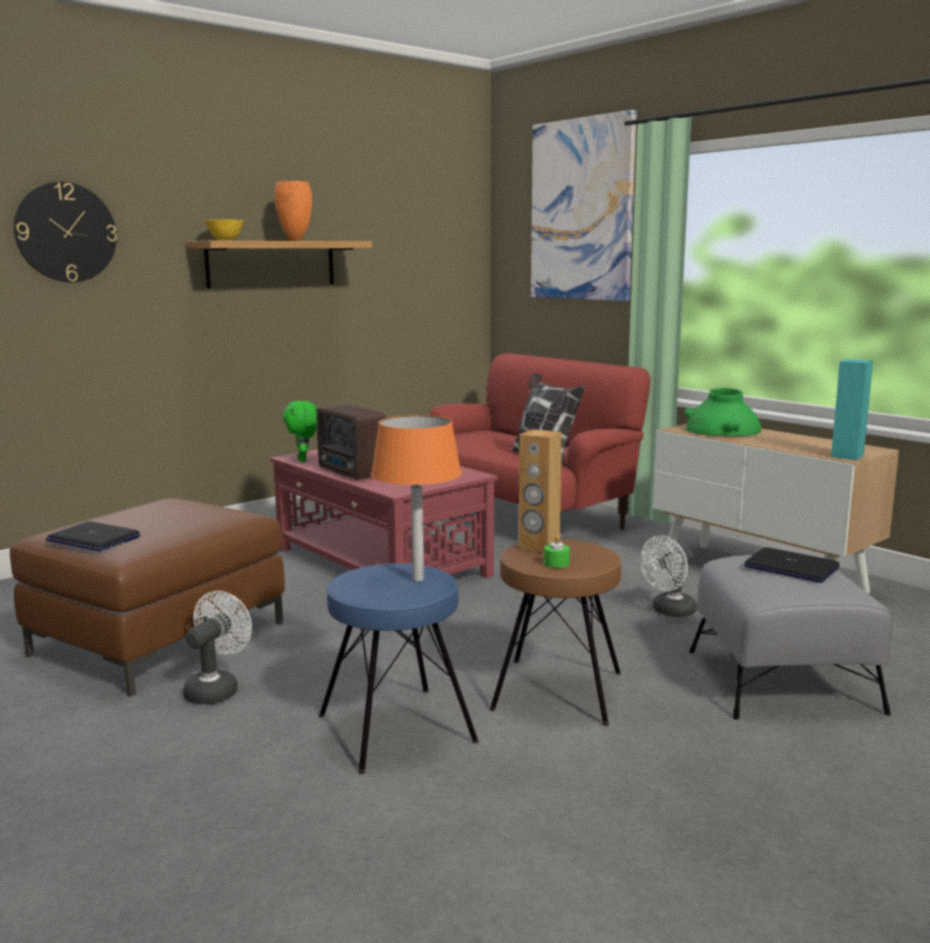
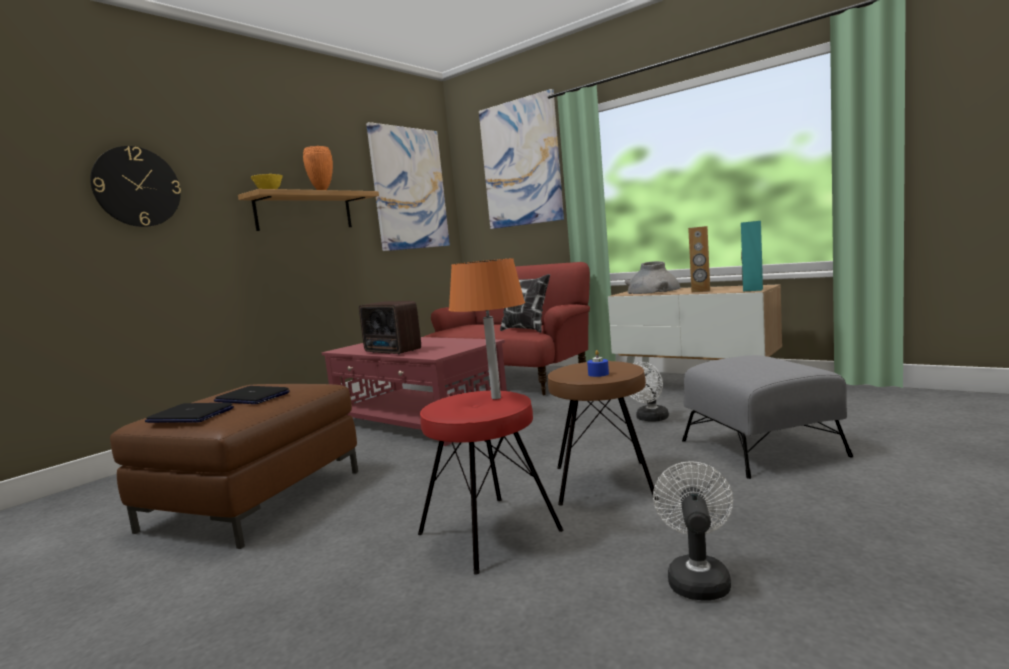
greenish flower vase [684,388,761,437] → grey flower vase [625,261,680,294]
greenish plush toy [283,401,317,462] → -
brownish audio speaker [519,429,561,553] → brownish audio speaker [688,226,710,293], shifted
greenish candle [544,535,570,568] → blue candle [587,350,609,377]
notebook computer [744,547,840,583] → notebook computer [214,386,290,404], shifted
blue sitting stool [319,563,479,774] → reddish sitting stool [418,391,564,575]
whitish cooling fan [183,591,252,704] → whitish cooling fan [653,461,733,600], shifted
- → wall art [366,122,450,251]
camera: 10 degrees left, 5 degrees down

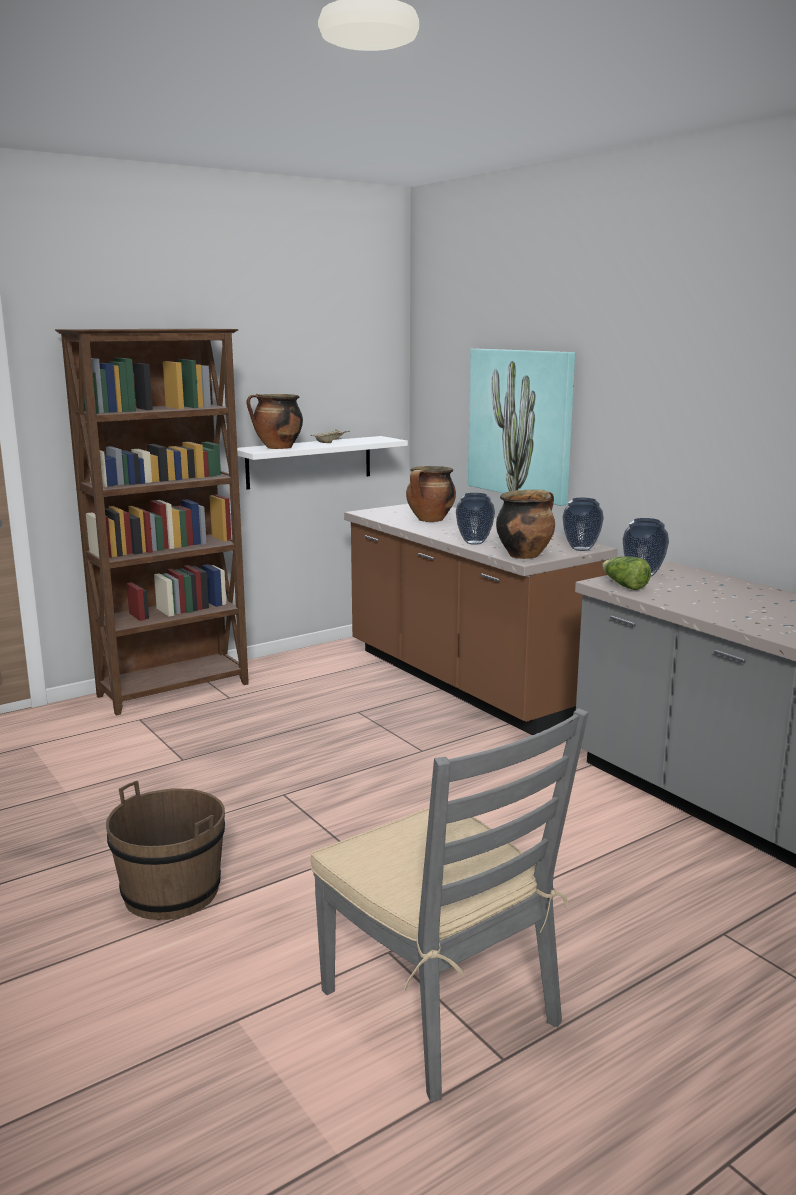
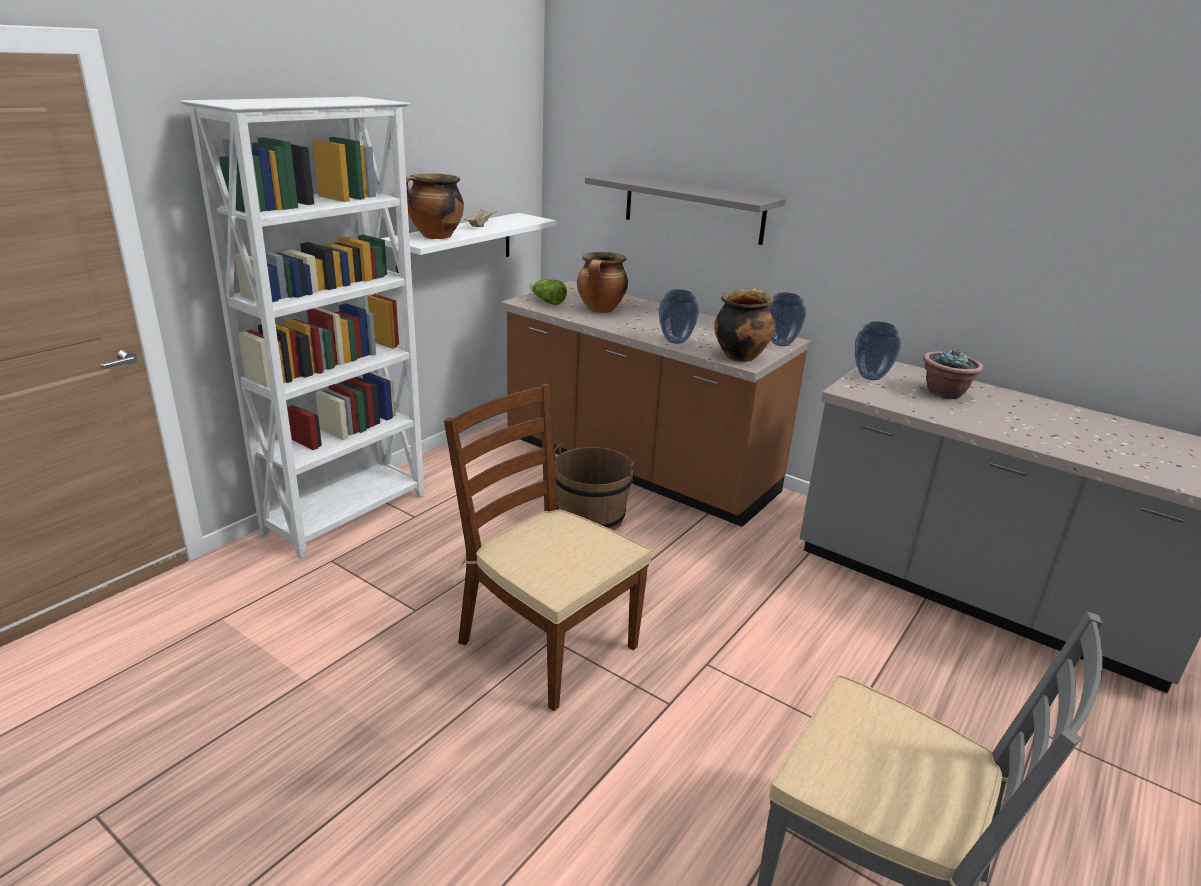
brownish bookshelf [55,329,249,715] → whitish bookshelf [180,97,424,559]
wall art [468,349,575,506] → grey bracket shelf [585,173,786,245]
head of lettuce [602,556,651,590] → head of lettuce [530,279,567,305], shifted
brownish water bucket [106,781,225,920] → brownish water bucket [554,444,636,530], shifted
- → plant in a pot [923,349,984,399]
- → brownish upright chair [444,384,652,711]
camera: 20 degrees left, 10 degrees up

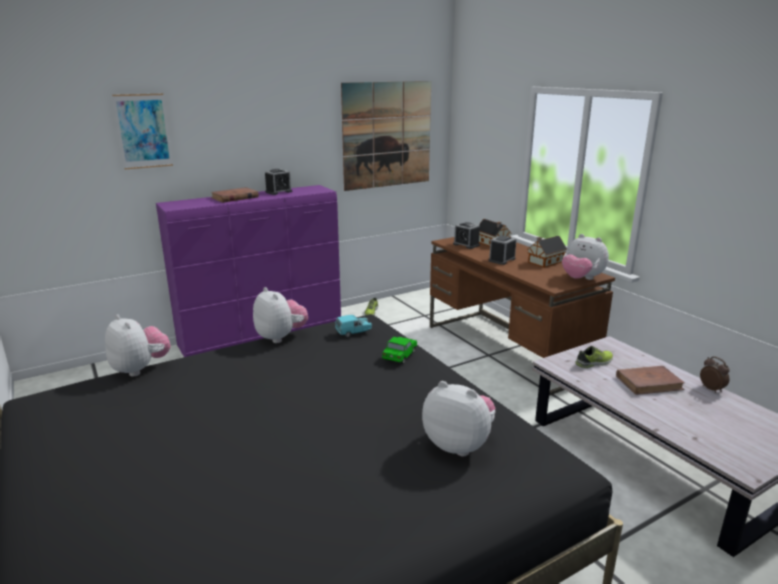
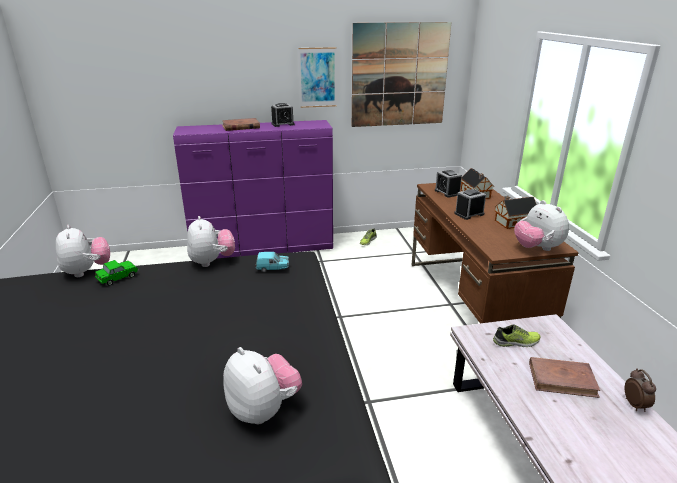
wall art [112,94,173,169] → wall art [298,47,337,108], shifted
model car [382,337,417,364] → model car [95,260,139,286], shifted
camera: 20 degrees right, 5 degrees up

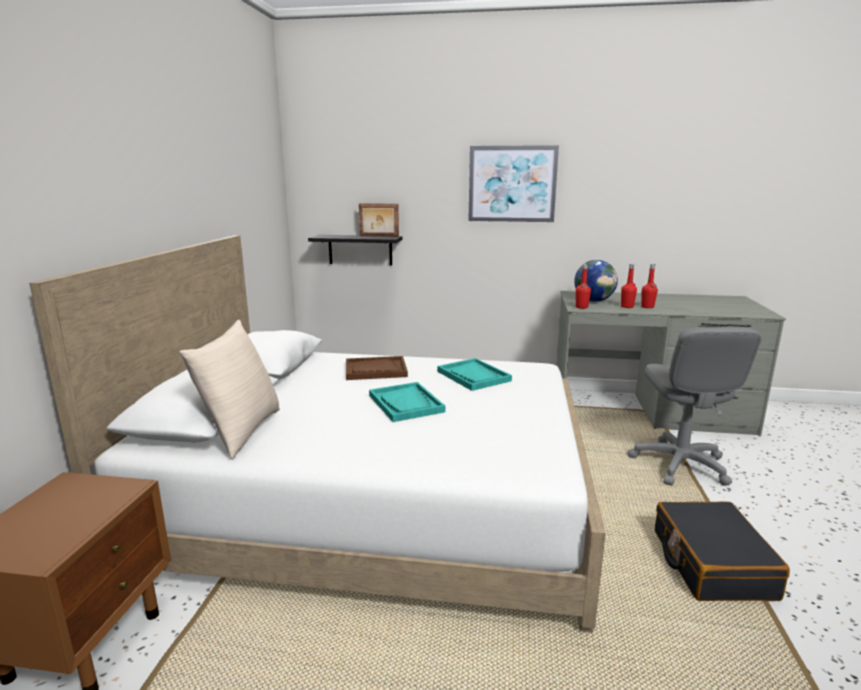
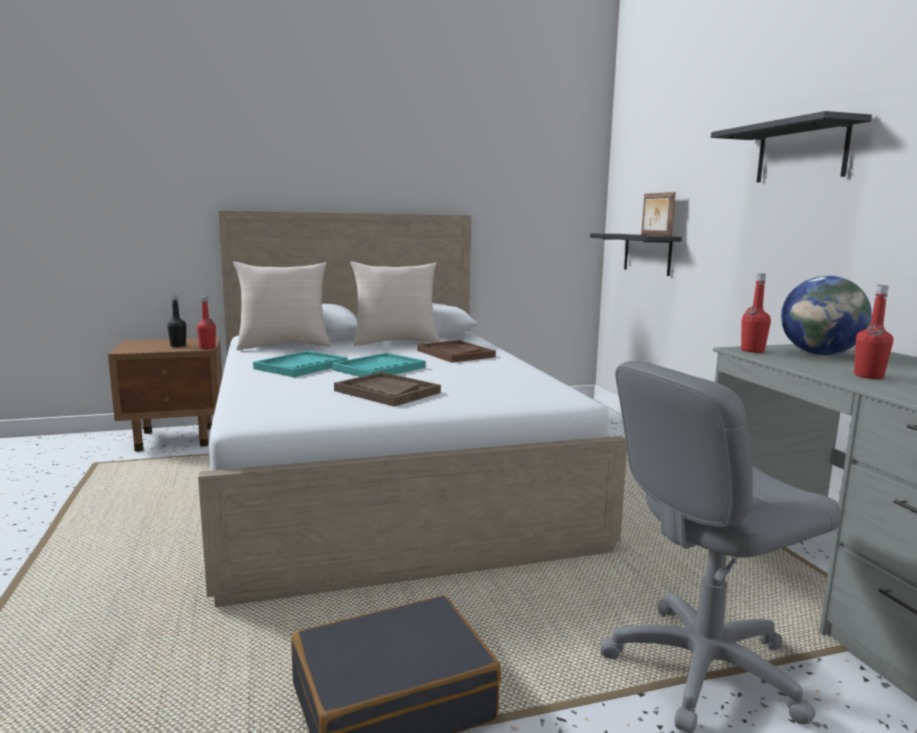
wall art [468,145,559,222] → black-coloured bracket shelf [711,111,872,182]
reddish beverage bottle [621,264,637,308] → reddish beverage bottle [197,296,216,349], shifted
turquoise carrying tray [437,358,512,391] → turquoise carrying tray [253,351,347,377], shifted
- → sand-coloured throw pillow [350,261,441,346]
- → black-coloured beverage bottle [167,295,186,347]
- → brownish carrying tray [334,372,441,407]
camera: 65 degrees right, 5 degrees down

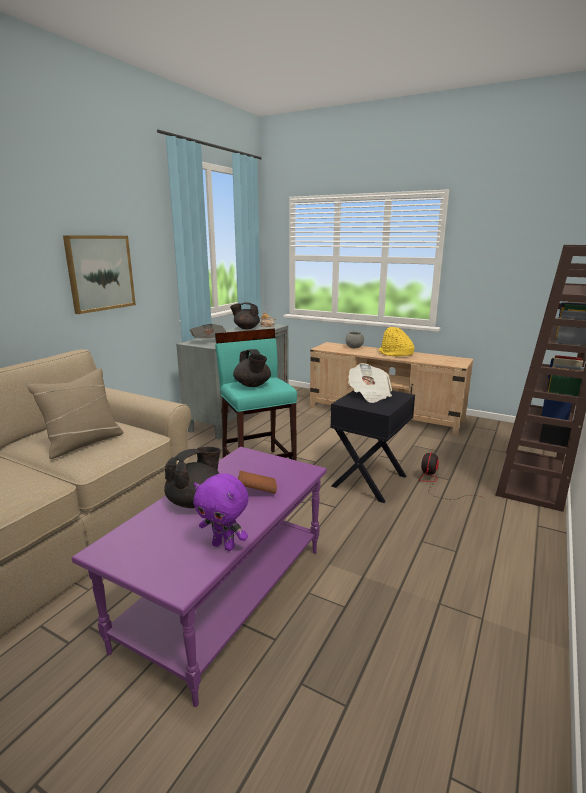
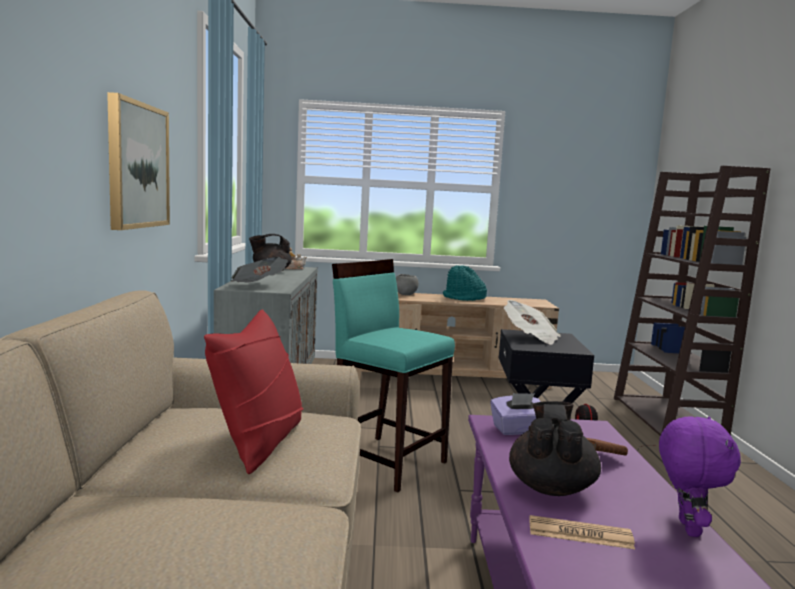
yellow wearable hat [379,327,414,357] → turquoise wearable hat [443,265,487,301]
black-coloured pot for tea [233,349,271,387] → -
sand-coloured throw pillow [27,368,124,459] → reddish throw pillow [204,309,304,474]
purple plush toy [194,474,248,551] → purple plush toy [659,417,741,537], 75 degrees counterclockwise
- → purple tissue box [490,393,541,435]
- → printed paper [529,515,635,549]
camera: 30 degrees left, 10 degrees down

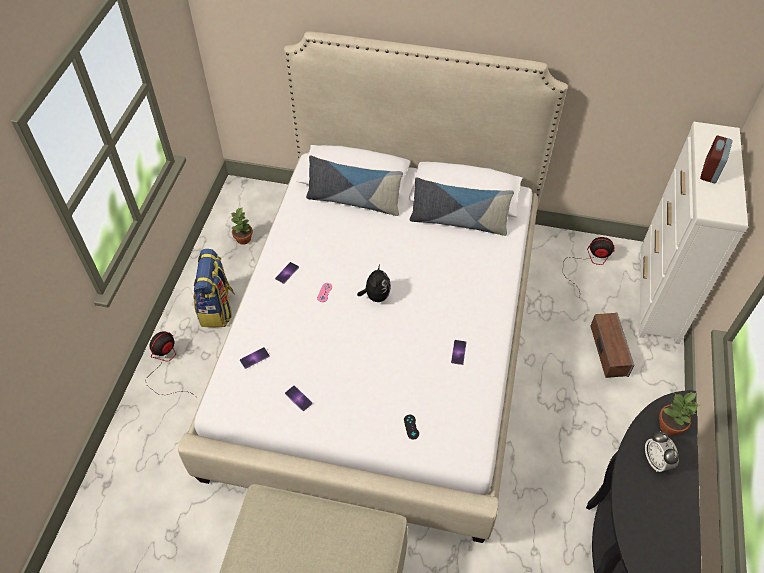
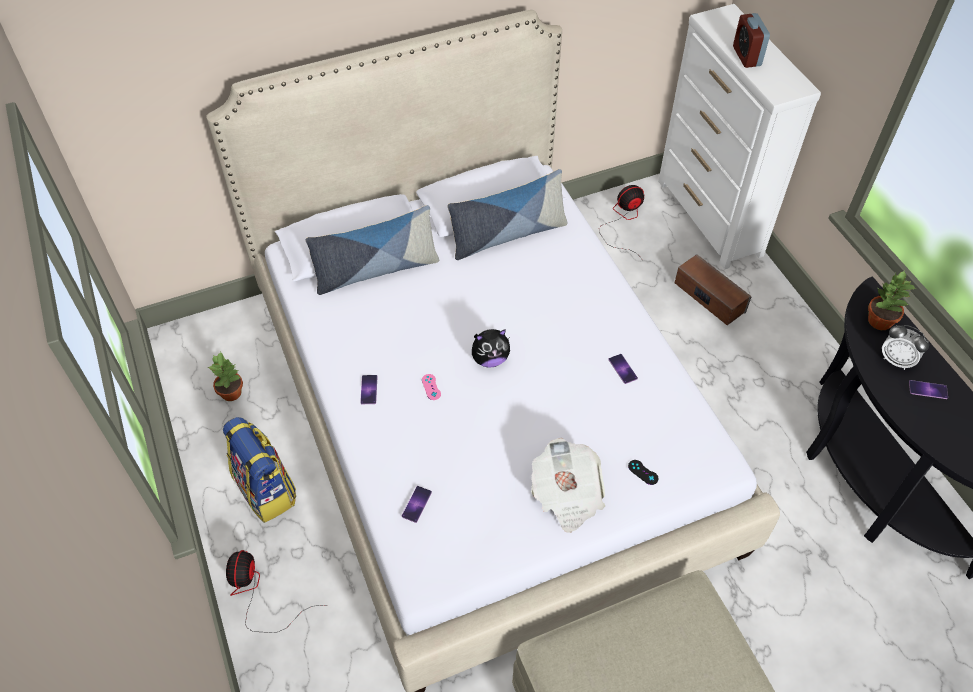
plush toy [357,265,391,302] → plush toy [472,329,510,368], 105 degrees clockwise
telephone [285,386,313,411] → telephone [909,380,948,399], shifted
- → printed paper [531,438,605,533]
camera: 35 degrees left, 0 degrees up

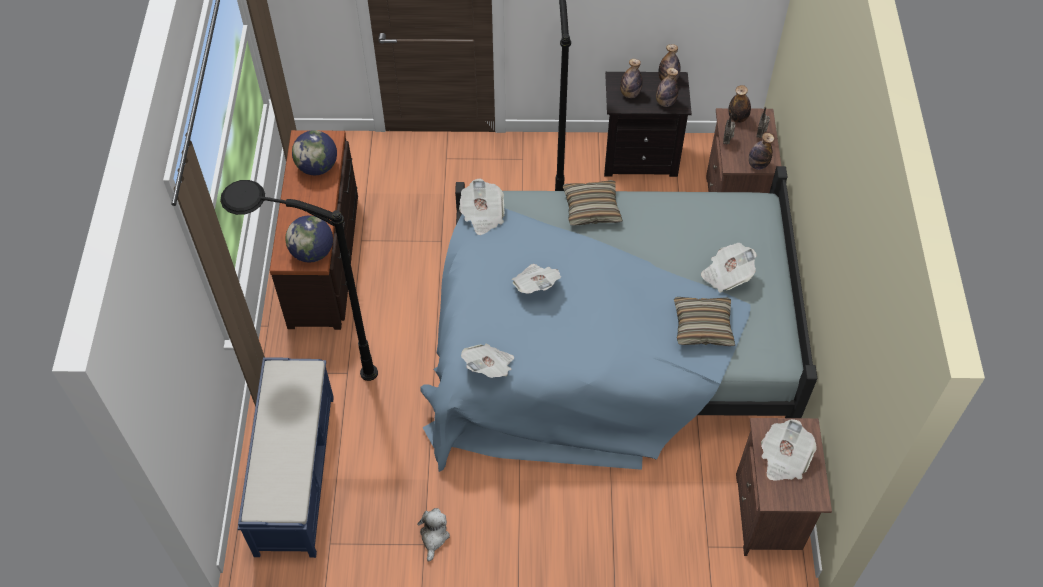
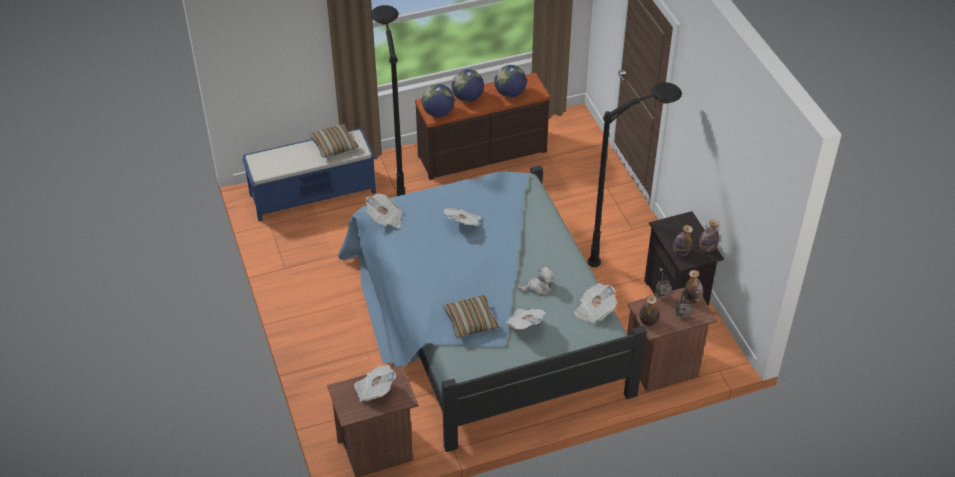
beverage bottle [620,59,642,98] → -
printed paper [459,179,505,235] → printed paper [574,283,617,324], shifted
throw pillow [563,180,623,225] → throw pillow [310,124,359,158], shifted
plush toy [417,508,450,562] → plush toy [518,266,556,296], shifted
- → desk globe [452,69,484,102]
camera: 70 degrees right, 10 degrees down

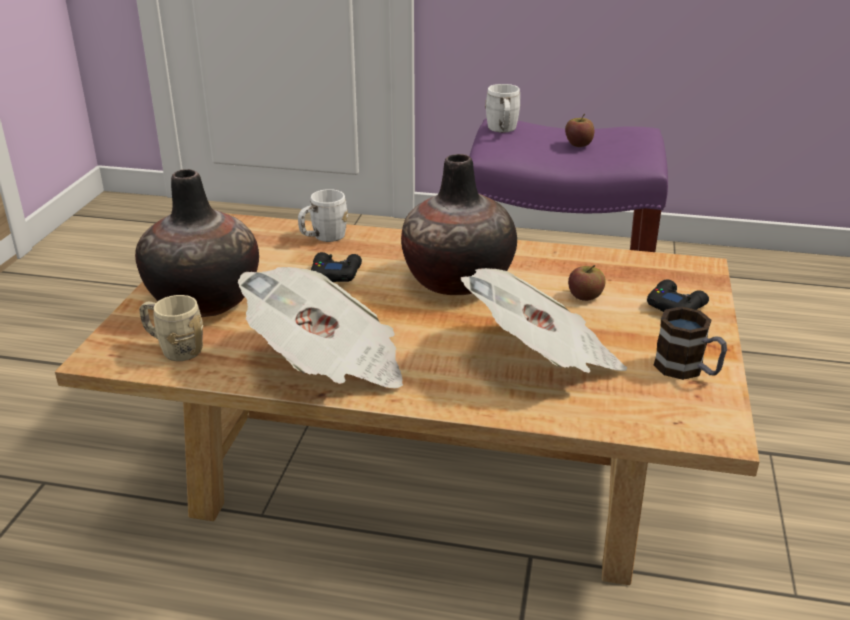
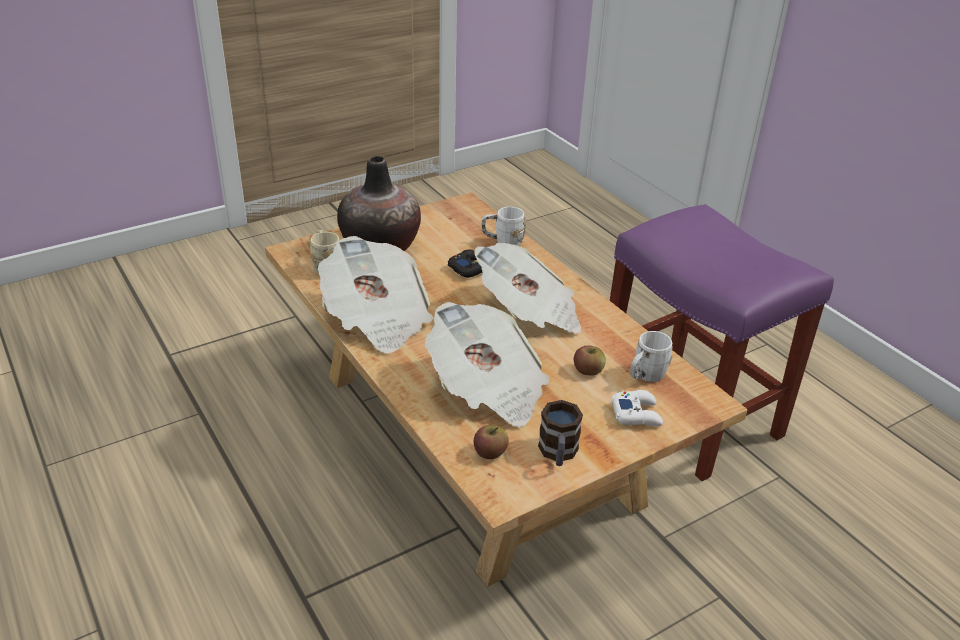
whitish mug [485,84,520,133] → whitish mug [630,331,672,382], shifted
whole apple [565,114,594,147] → whole apple [474,425,509,459], shifted
flower vase [401,154,517,295] → printed paper [474,243,582,333]
black-coloured joypad [647,280,709,312] → whitish joypad [611,390,663,426]
camera: 45 degrees right, 5 degrees up

